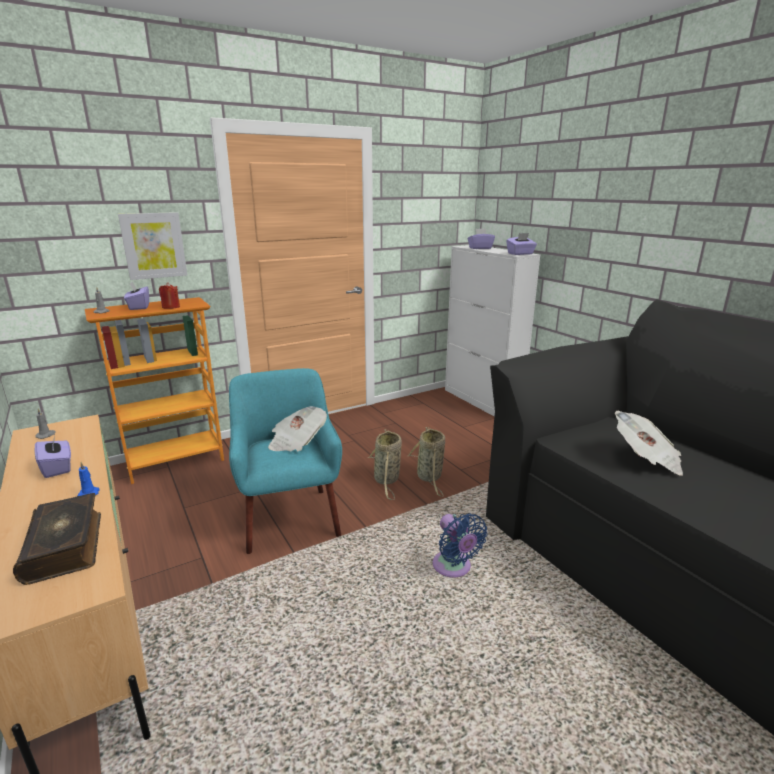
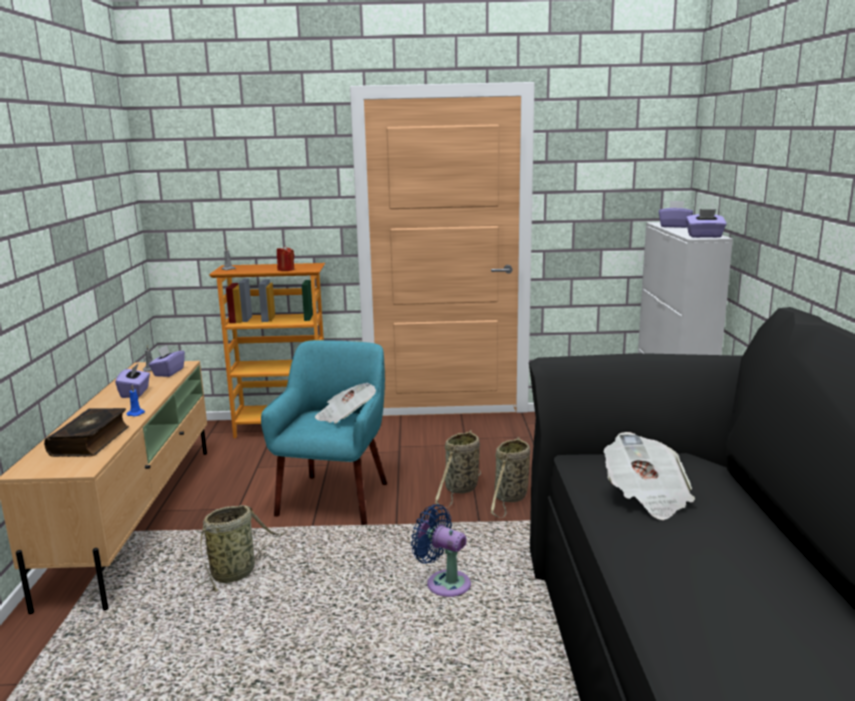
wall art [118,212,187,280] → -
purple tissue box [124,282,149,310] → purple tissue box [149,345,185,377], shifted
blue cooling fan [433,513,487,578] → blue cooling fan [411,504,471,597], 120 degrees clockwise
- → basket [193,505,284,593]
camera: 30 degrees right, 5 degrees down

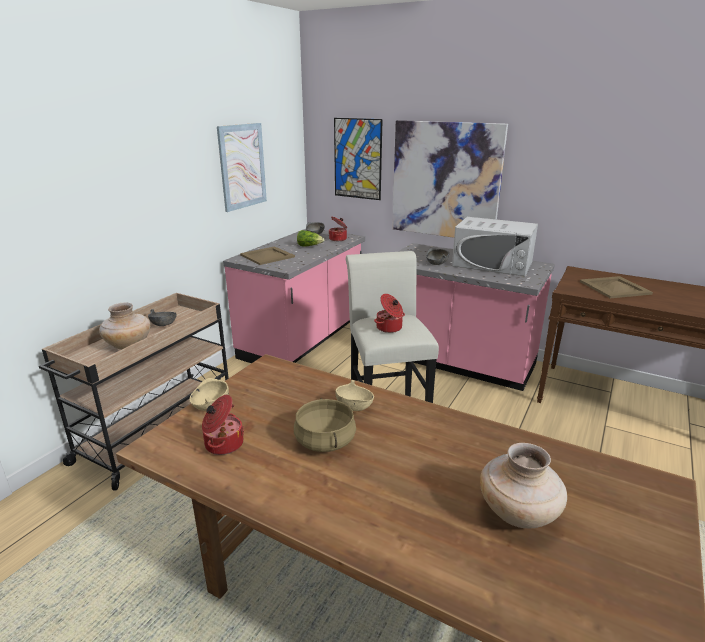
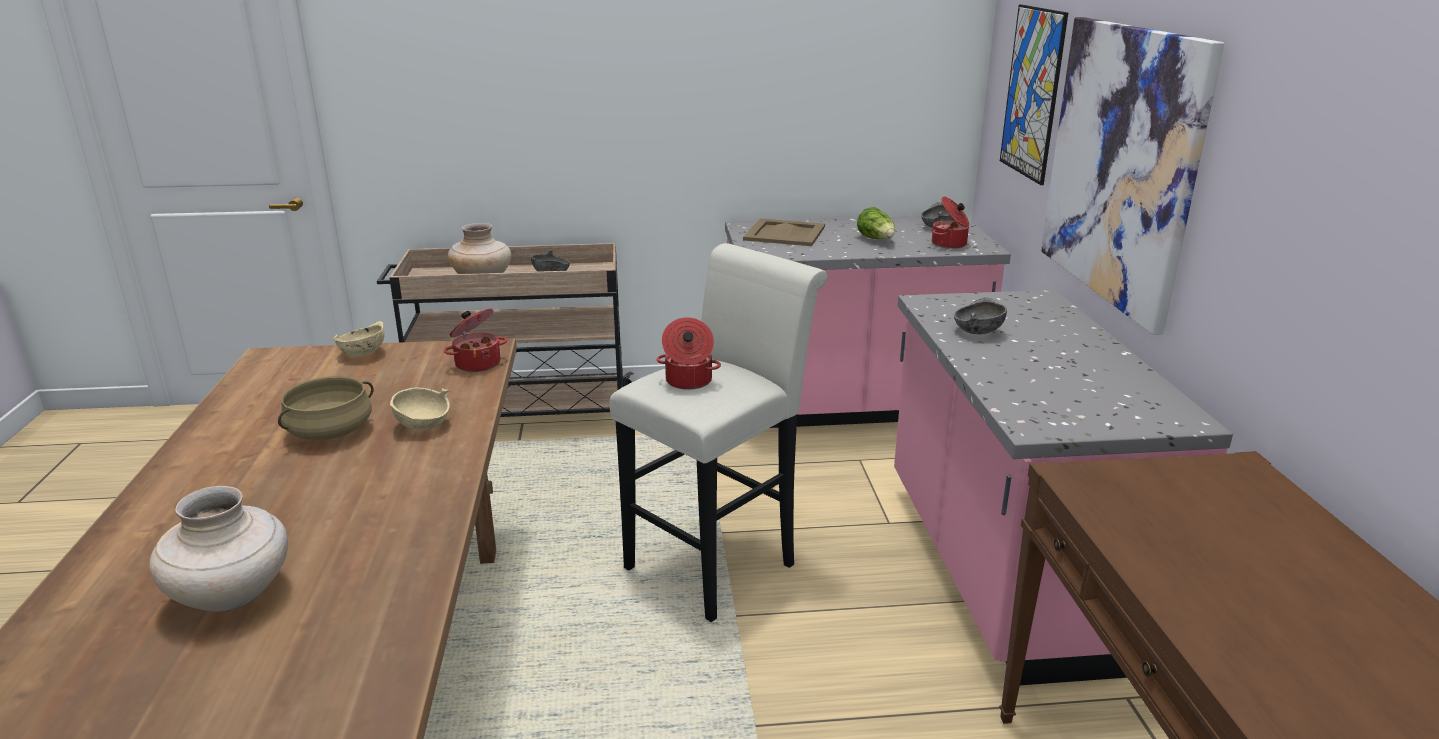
wall art [217,123,267,212] → -
whitish microwave [452,217,538,276] → -
sand-coloured carrying tray [580,276,653,298] → -
stockpot [202,395,244,455] → stockpot [444,309,507,372], shifted
camera: 55 degrees right, 0 degrees up

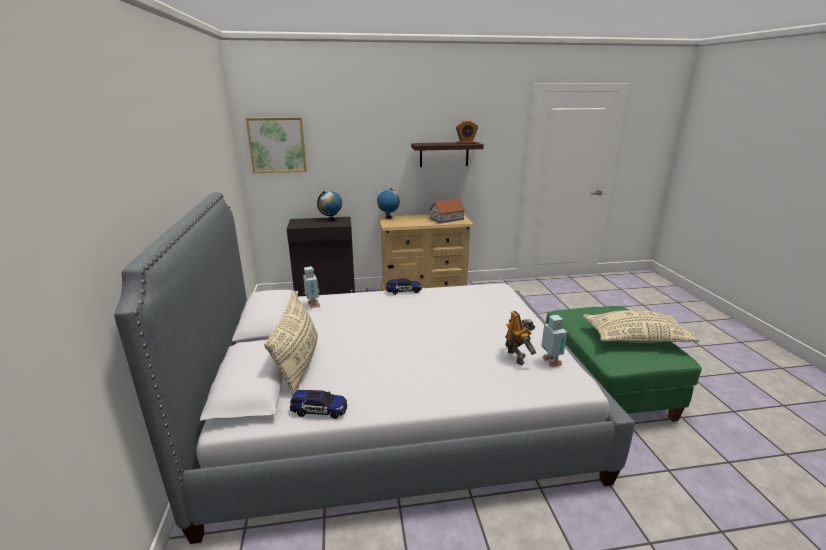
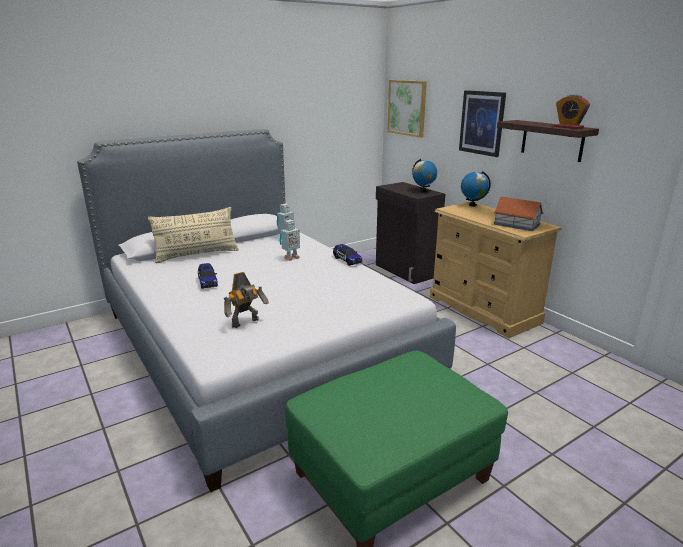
sand-coloured throw pillow [583,310,700,343] → -
model robot [541,315,567,367] → model robot [279,220,300,261], shifted
model car [290,390,347,419] → model car [198,263,218,289], shifted
- → wall art [459,90,506,157]
camera: 65 degrees right, 0 degrees up

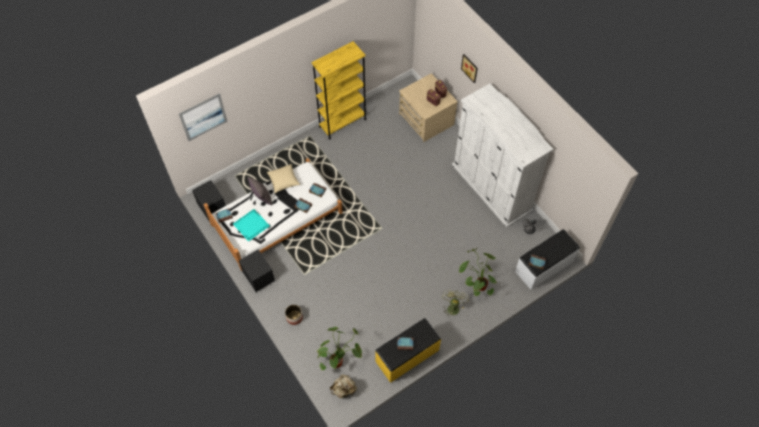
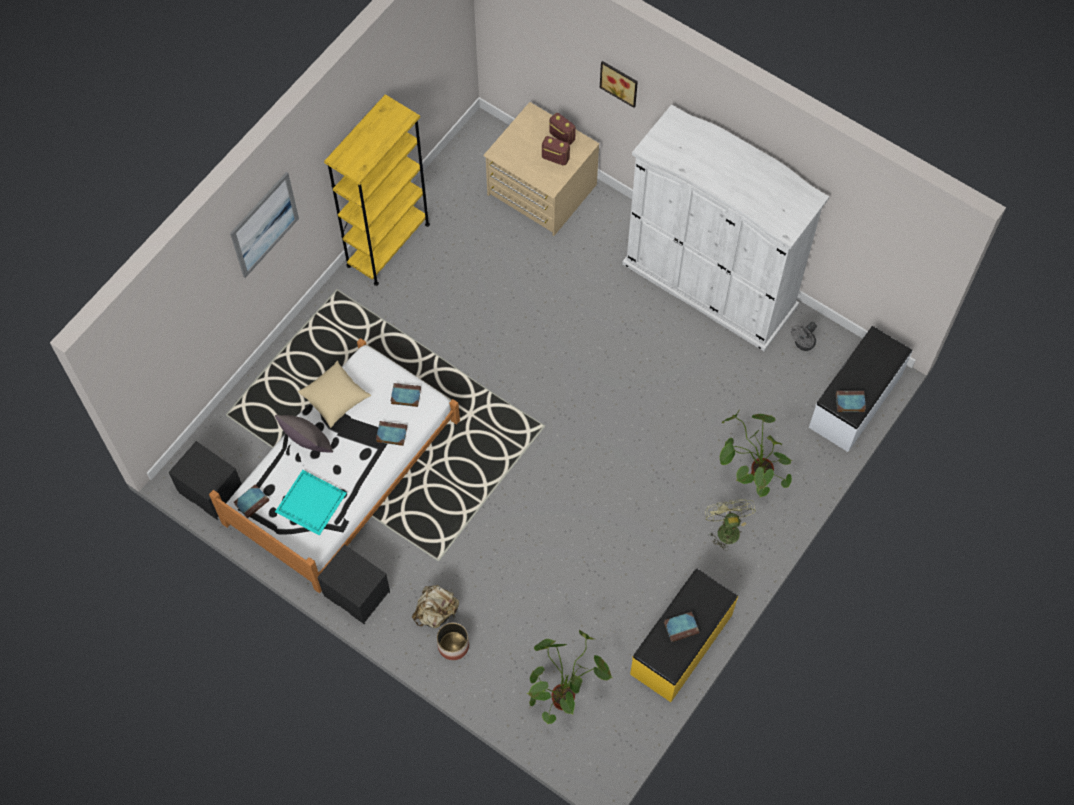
wall art [179,93,228,141] → wall art [230,172,299,278], shifted
sand-coloured knapsack [330,374,357,398] → sand-coloured knapsack [412,585,459,628], shifted
camera: 20 degrees left, 5 degrees up

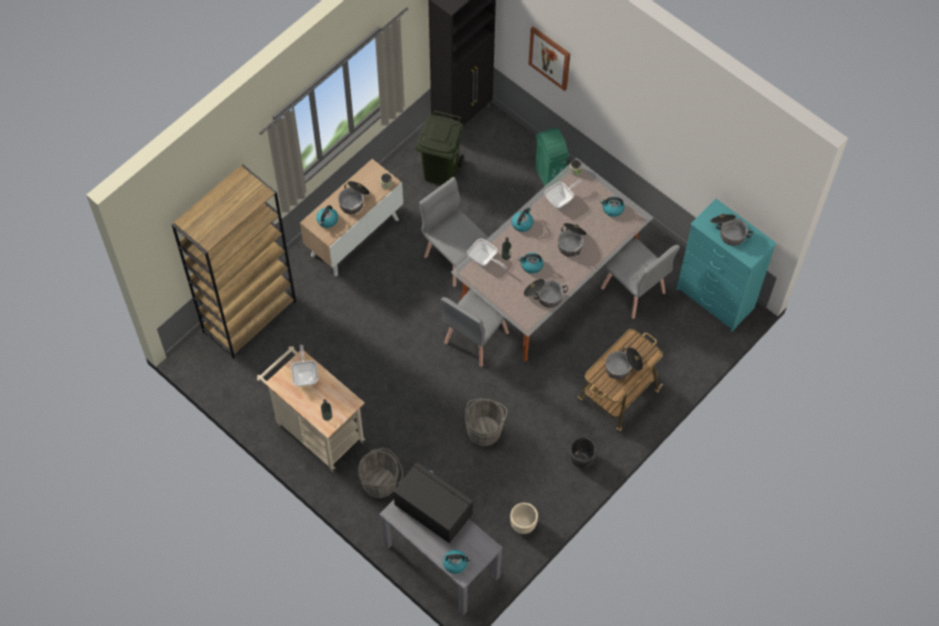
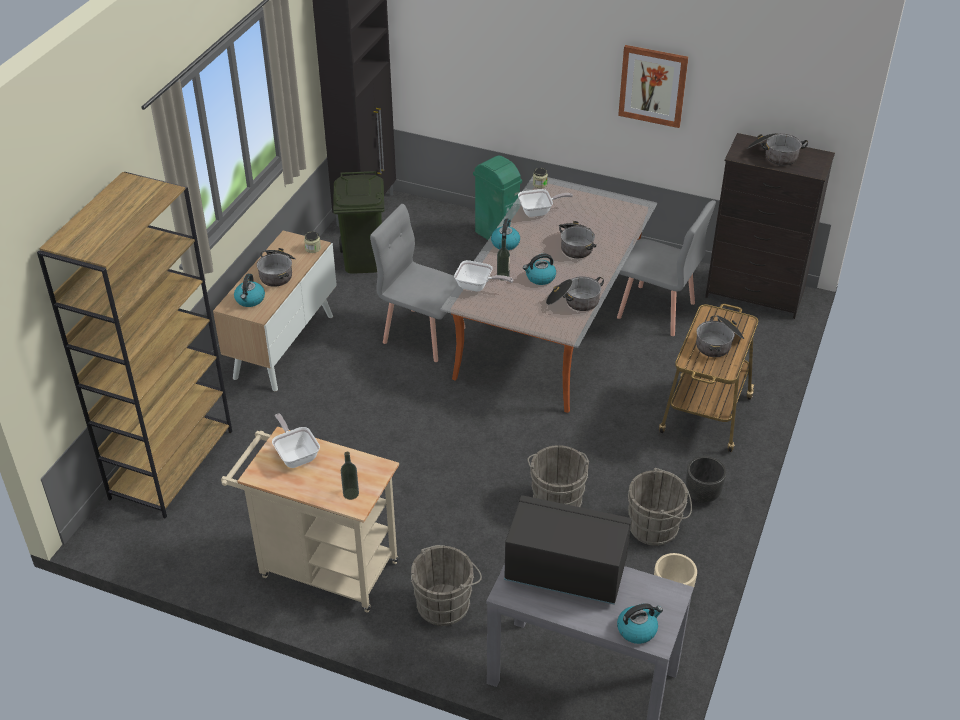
wall art [529,27,571,91] → wall art [618,45,688,128], shifted
frying pan [544,179,583,208] → frying pan [518,189,573,217], 45 degrees clockwise
water kettle [600,196,625,217] → -
turquoise drawer chest [676,199,776,332] → black-coloured drawer chest [705,133,835,319]
grey upright chair [441,289,509,367] → -
- → grey water bucket [628,468,692,546]
camera: 20 degrees left, 20 degrees down

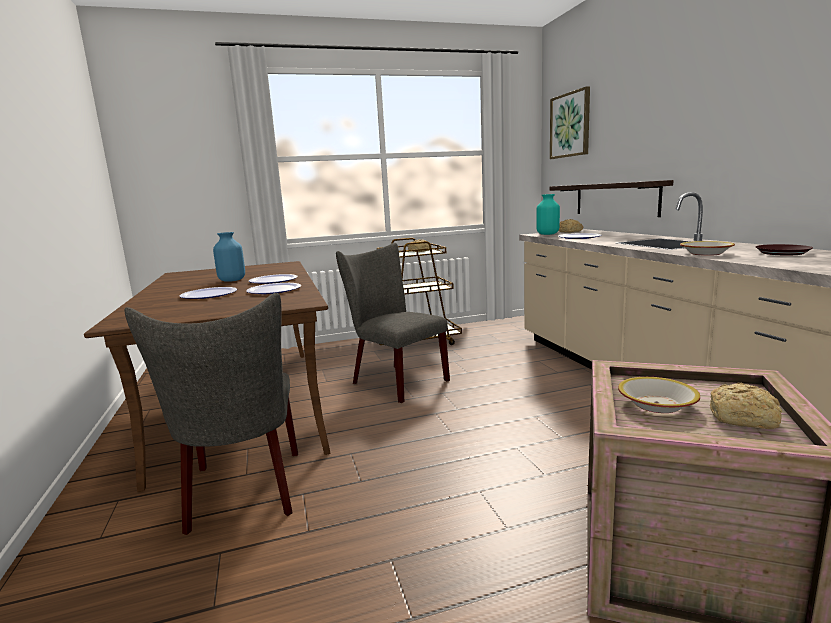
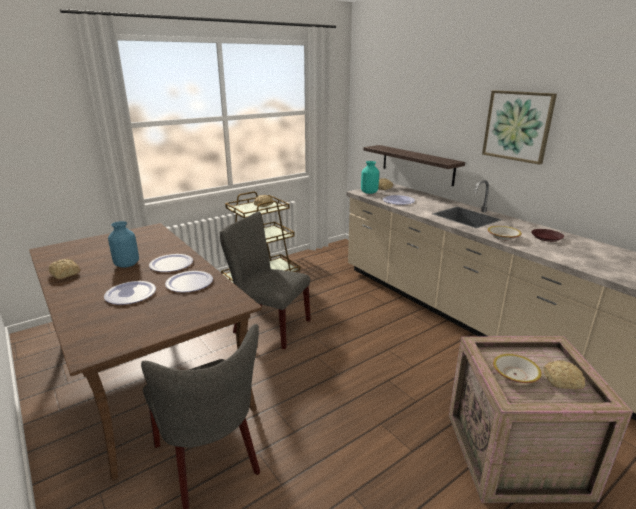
wall art [550,86,590,159] → wall art [482,90,557,165], shifted
- → bread [49,259,81,279]
camera: 20 degrees left, 10 degrees up

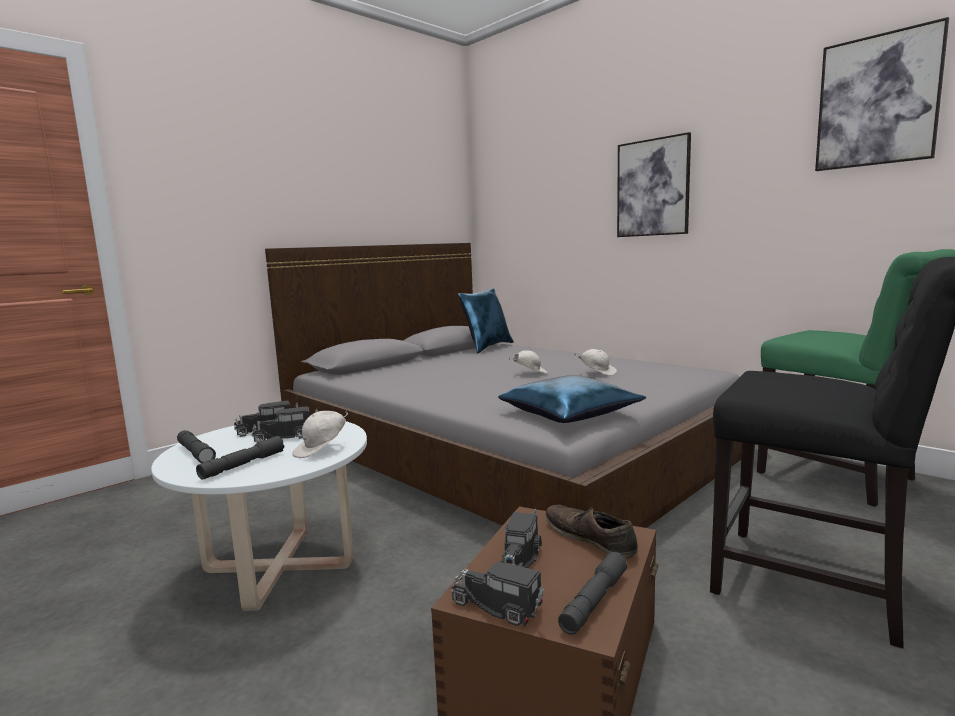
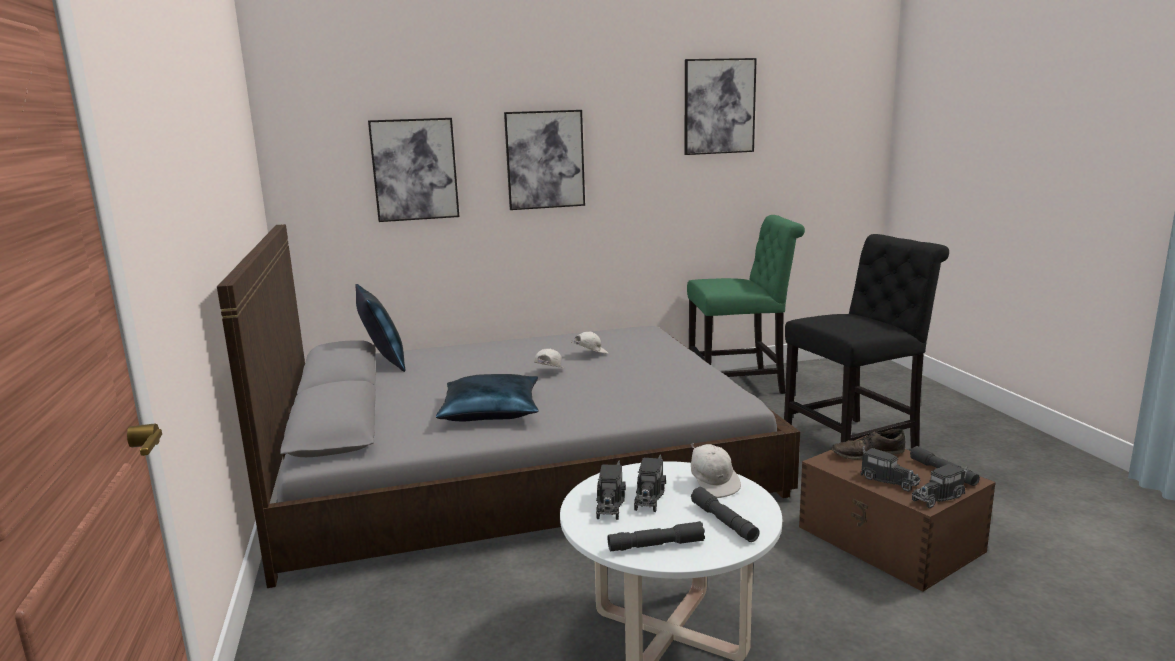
blue throw pillow [498,375,646,423] → blue throw pillow [436,374,538,421], shifted
- → wall art [368,118,459,222]
camera: 60 degrees left, 5 degrees up

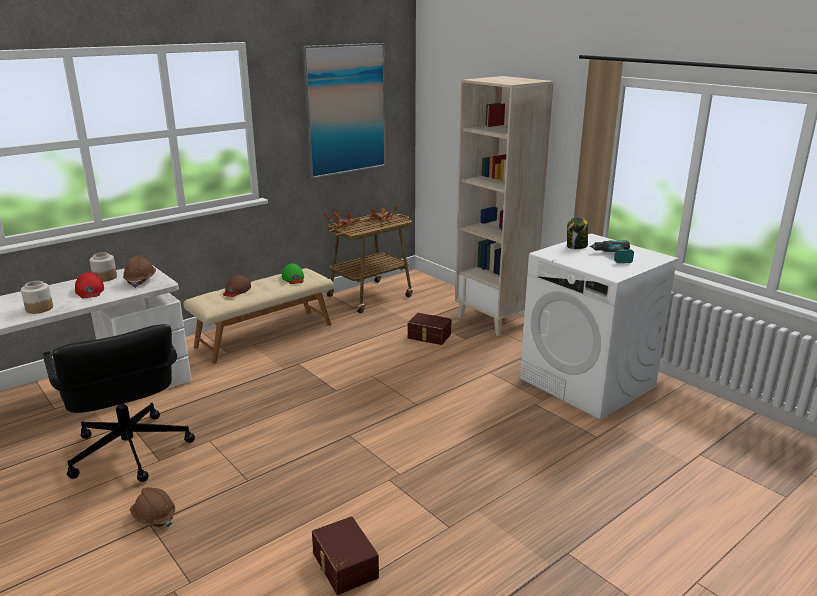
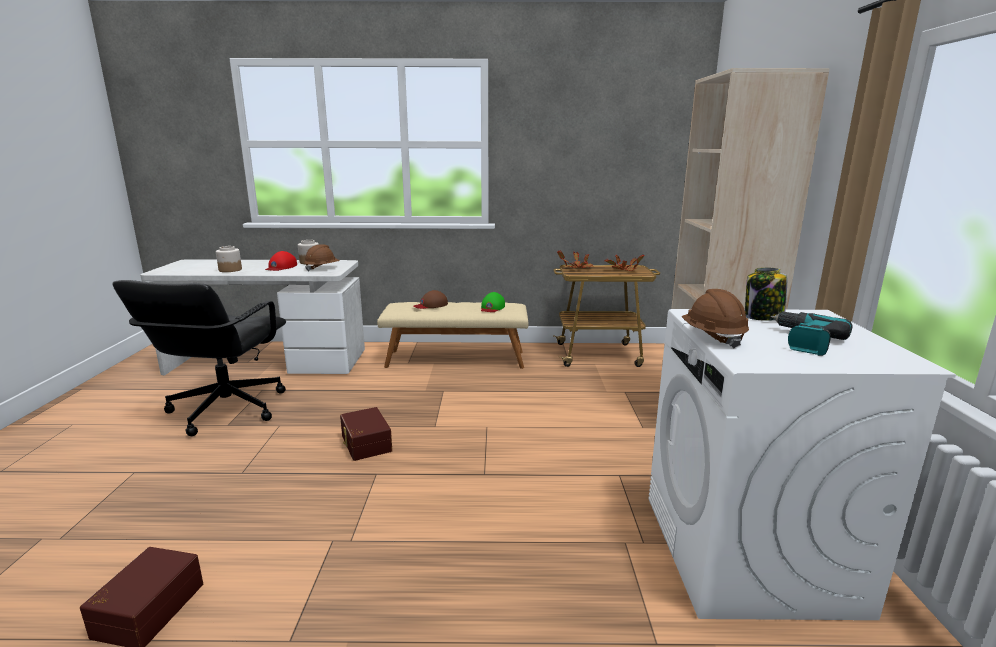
wall art [302,43,386,179] → -
brownish storage box [408,313,452,345] → brownish storage box [340,407,392,461], shifted
brownish hard hat [130,487,175,528] → brownish hard hat [682,289,749,349], shifted
camera: 40 degrees right, 5 degrees down

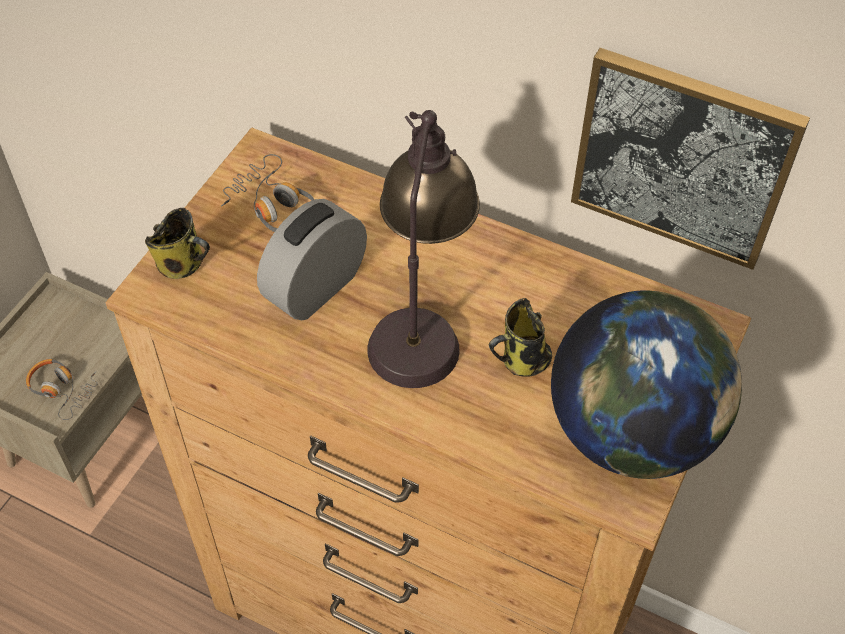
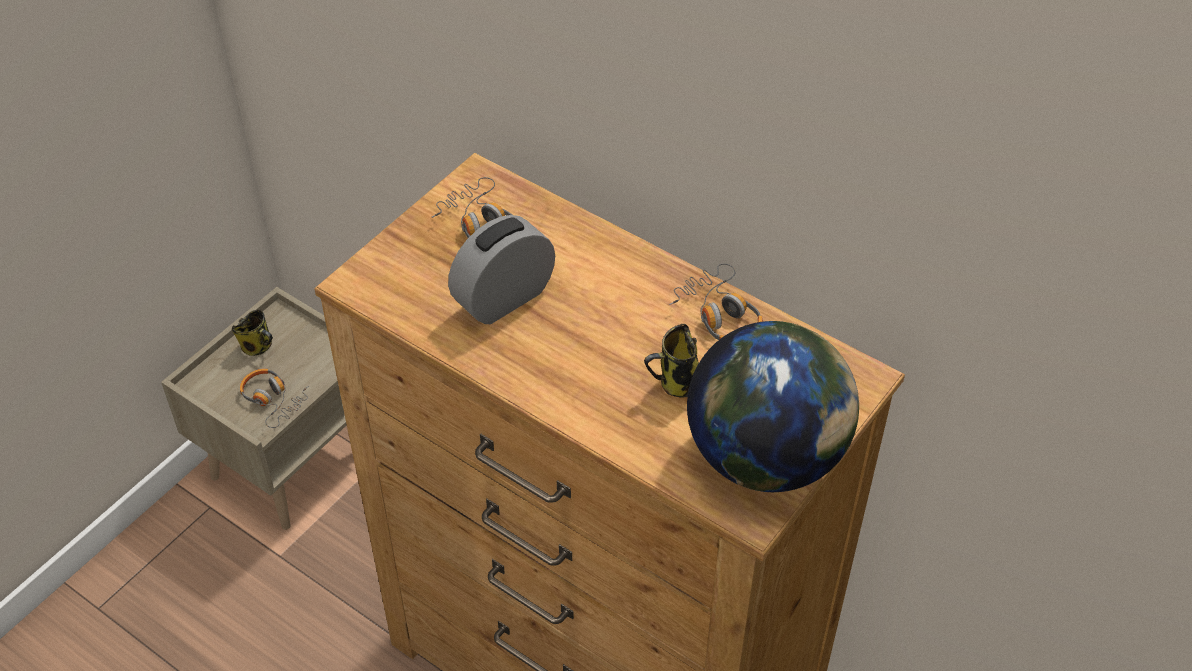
wall art [571,48,810,270] → -
lamp for a table [367,110,480,388] → -
mug [145,208,210,279] → mug [232,310,273,356], shifted
- → headset [669,264,763,340]
camera: 10 degrees right, 5 degrees down

